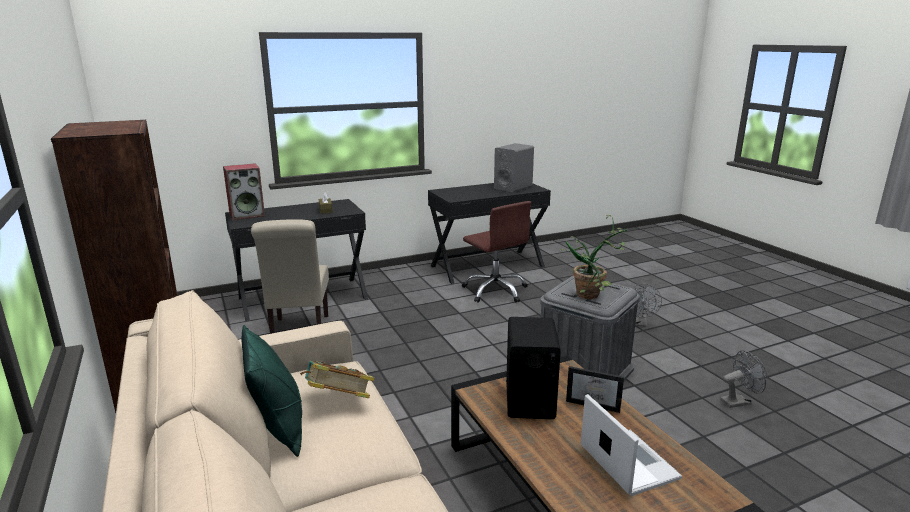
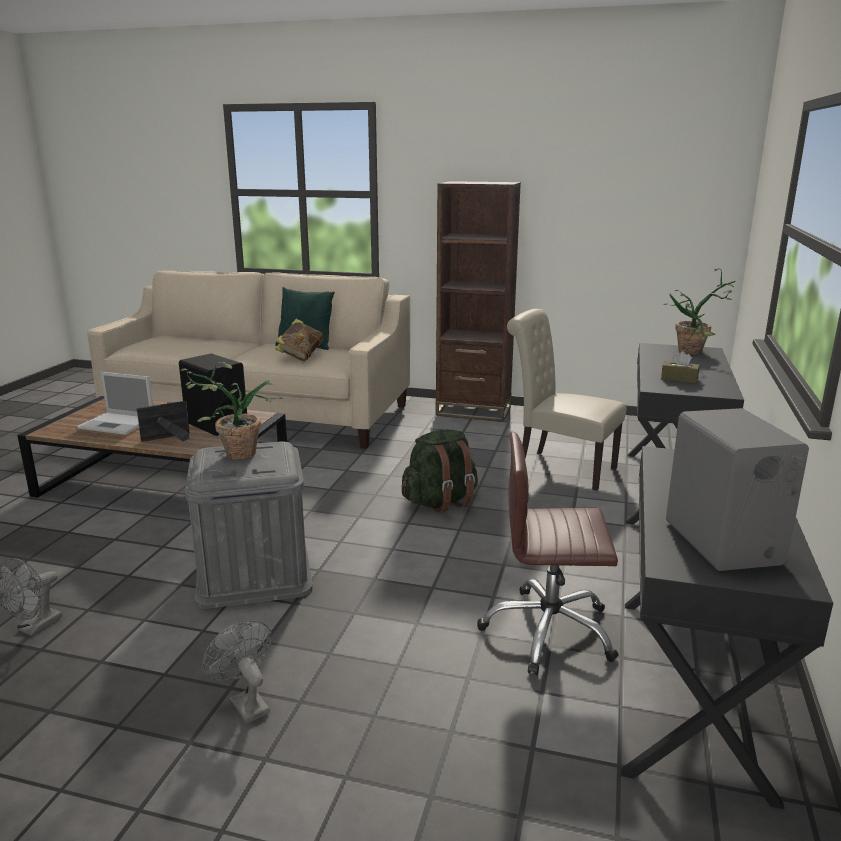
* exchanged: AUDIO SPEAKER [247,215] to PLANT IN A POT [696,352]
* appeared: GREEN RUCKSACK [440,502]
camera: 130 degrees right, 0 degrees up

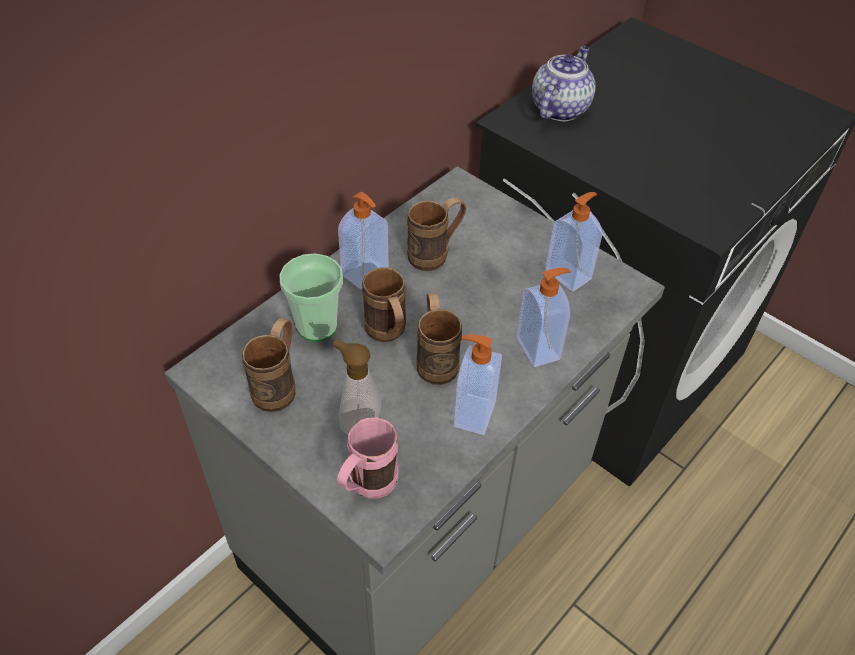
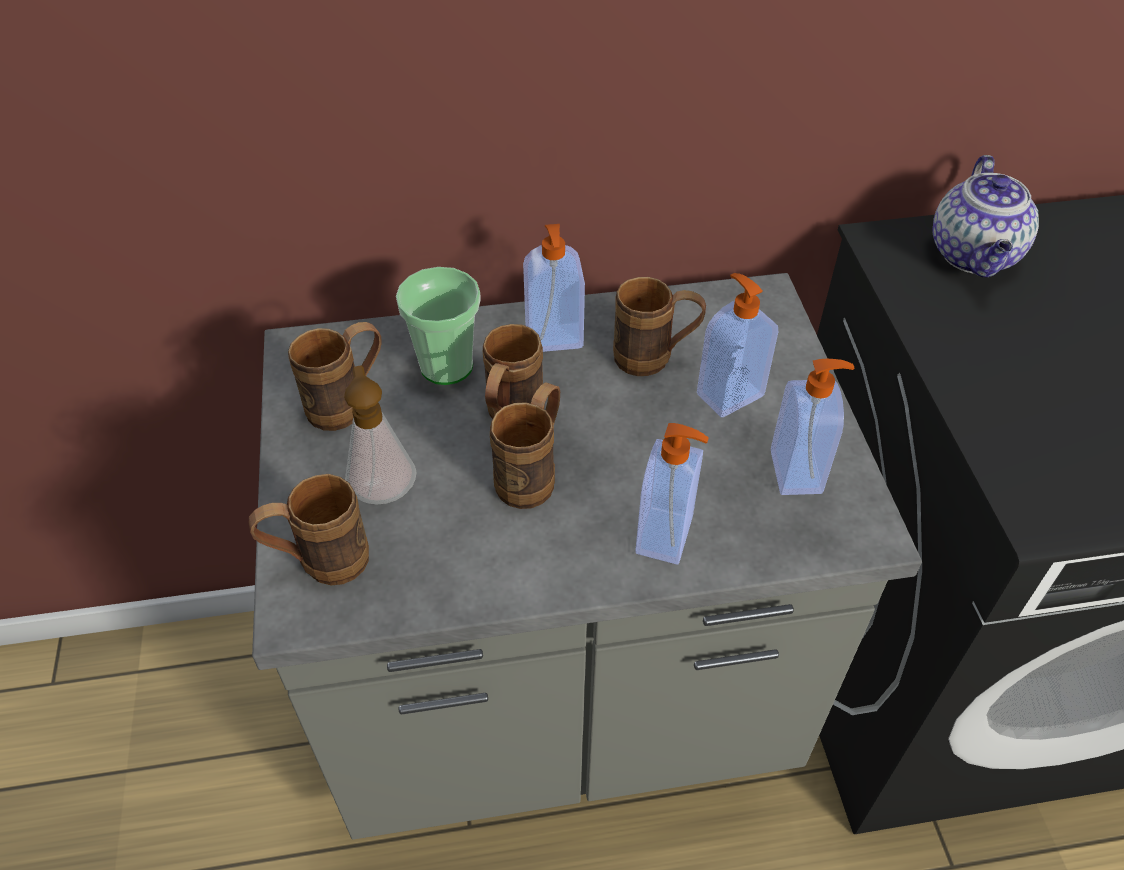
* spun: TEA POT [559,108] = [974,256] 120 degrees clockwise
* relocated: LIQUID SOAP BOTTLE [473,413] to [728,394]
* colour: PINKISH MUG [366,487] to BROWN MUG [320,563]
camera: 40 degrees right, 0 degrees up

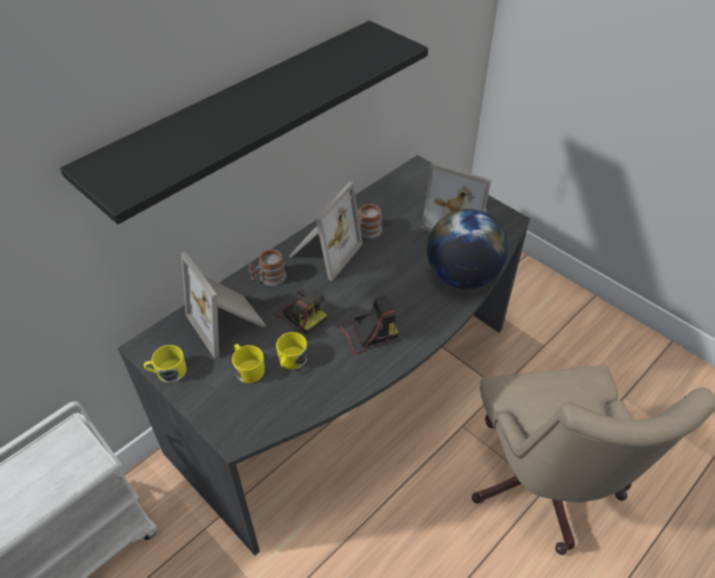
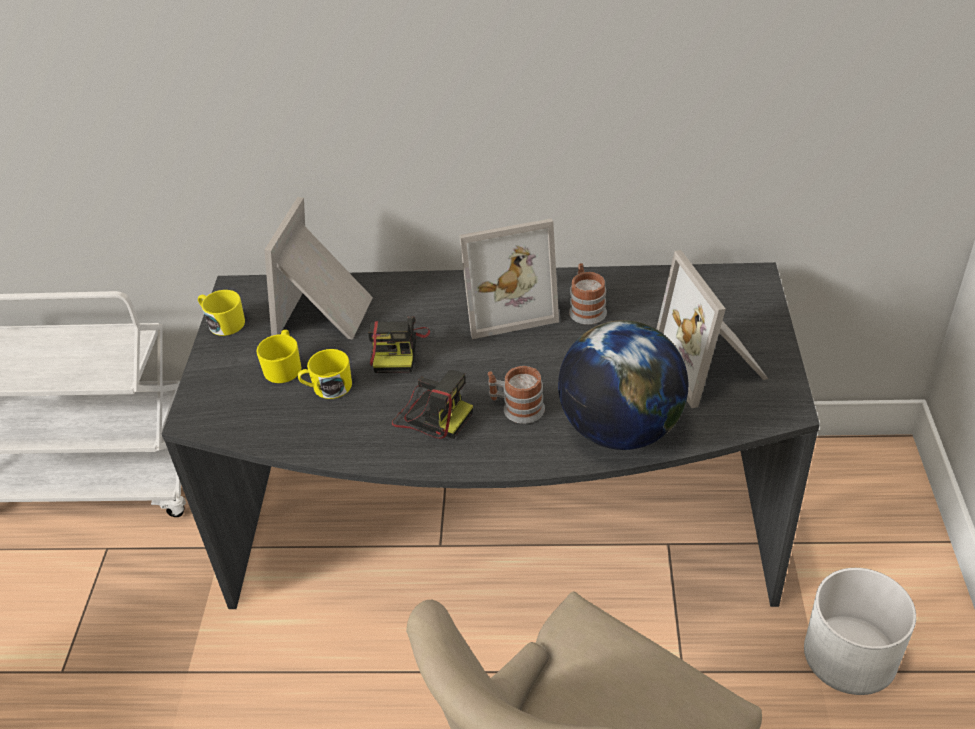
* missing: BLACK-COLOURED BRACKET SHELF [240,115]
* relocated: MUG [268,278] to [517,408]
* appeared: WHITE-COLOURED FLOWER POT [851,655]
camera: 50 degrees right, 5 degrees down

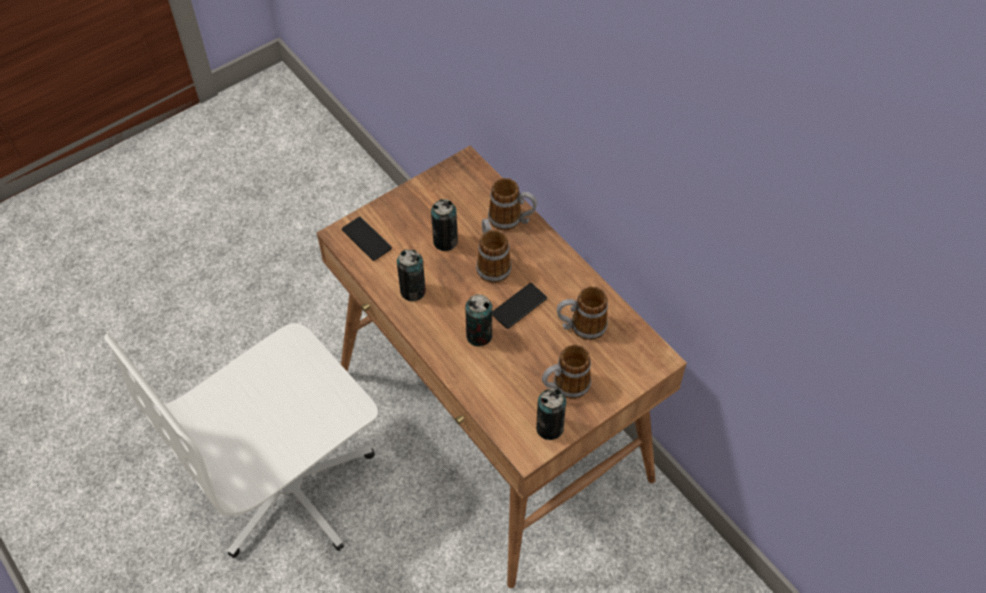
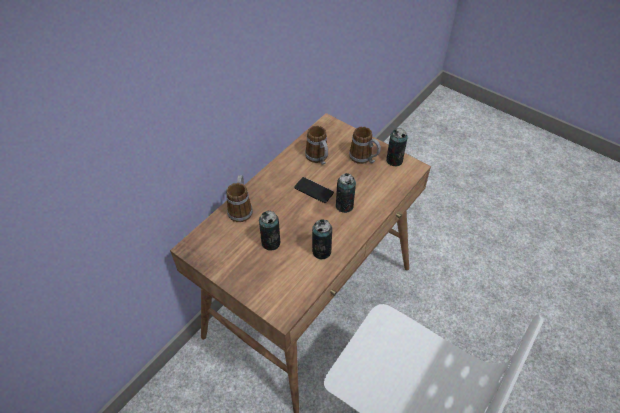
* missing: HANDSET [366,239]
* missing: MUG [491,263]
camera: 105 degrees left, 5 degrees down

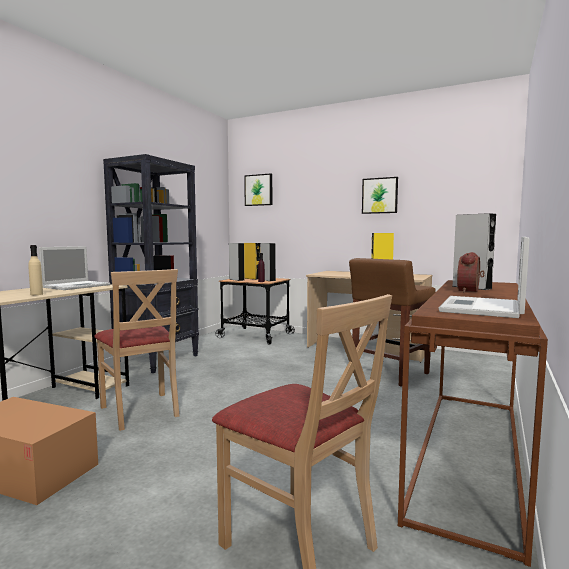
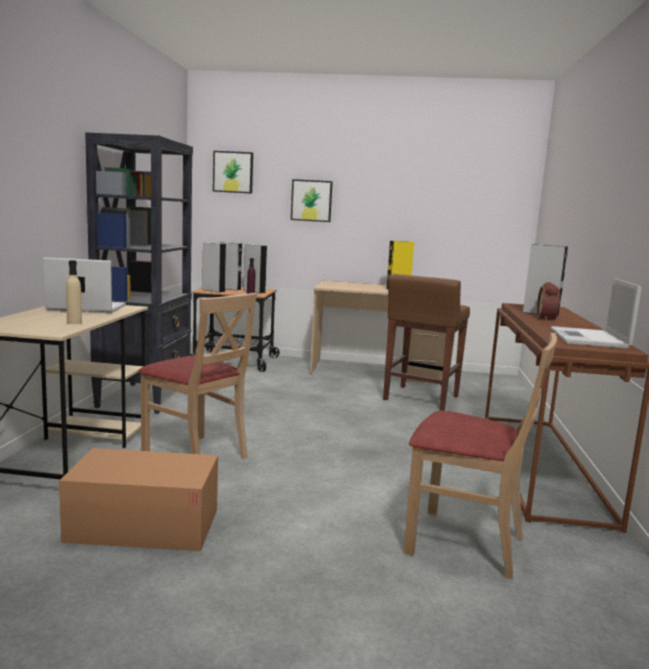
* relocated: WALL PICTURE [380,195] to [311,200]
* colour: YELLOW-COLOURED AUDIO SPEAKER [252,278] to GREYISH AUDIO SPEAKER [229,289]
* spun: LAPTOP [77,286] = [85,308] 105 degrees counterclockwise
camera: 20 degrees left, 5 degrees up

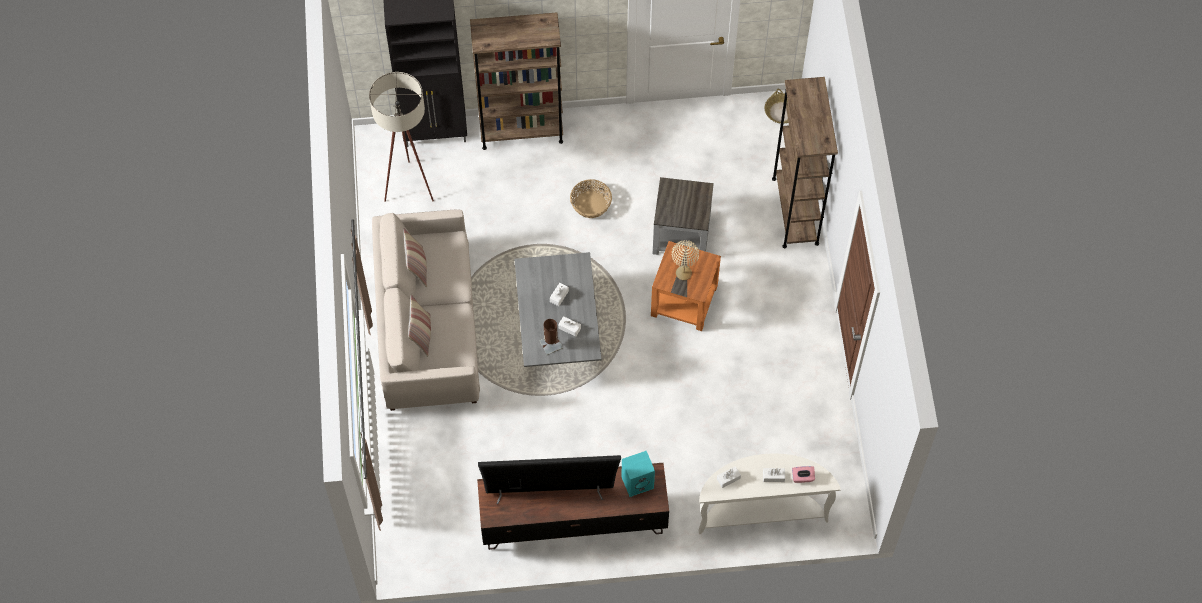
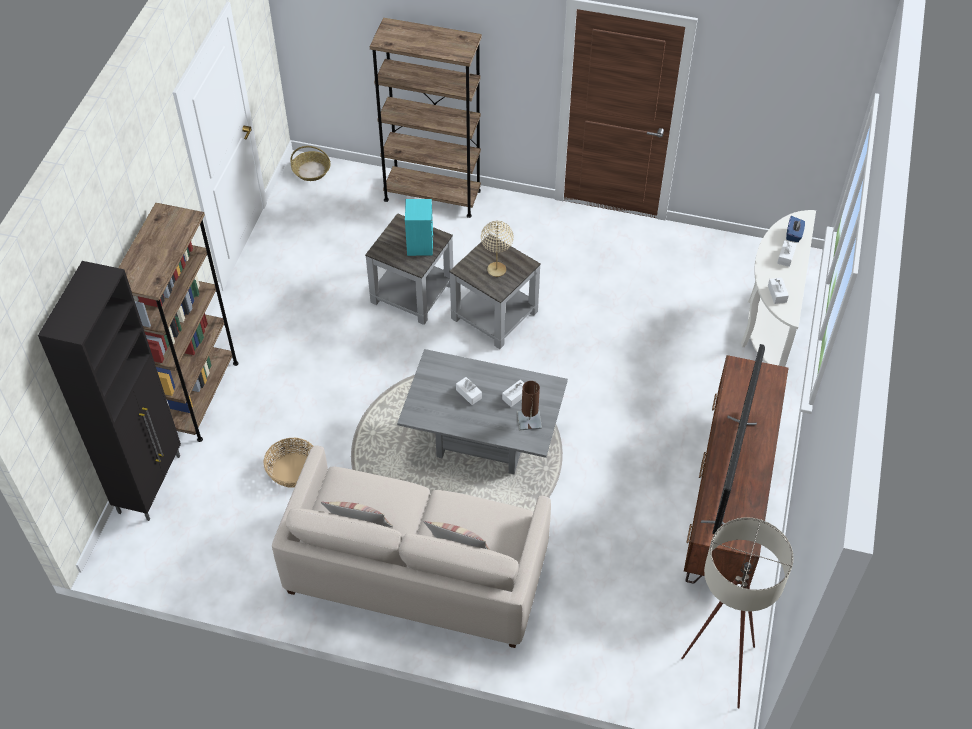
* relocated: SAND-COLOURED FLOOR LAMP [409,182] to [715,667]
* relocated: STORAGE BASKET [591,204] to [292,470]
* colour: ORANGE-COLOURED END TABLE [684,301] to GREYISH END TABLE [495,314]
* relocated: TURQUOISE-COLOURED AUDIO SPEAKER [638,481] to [419,244]
* colour: PINKISH TISSUE HOLDER [802,477] to BLUISH TISSUE HOLDER [794,234]
camera: 70 degrees left, 10 degrees down

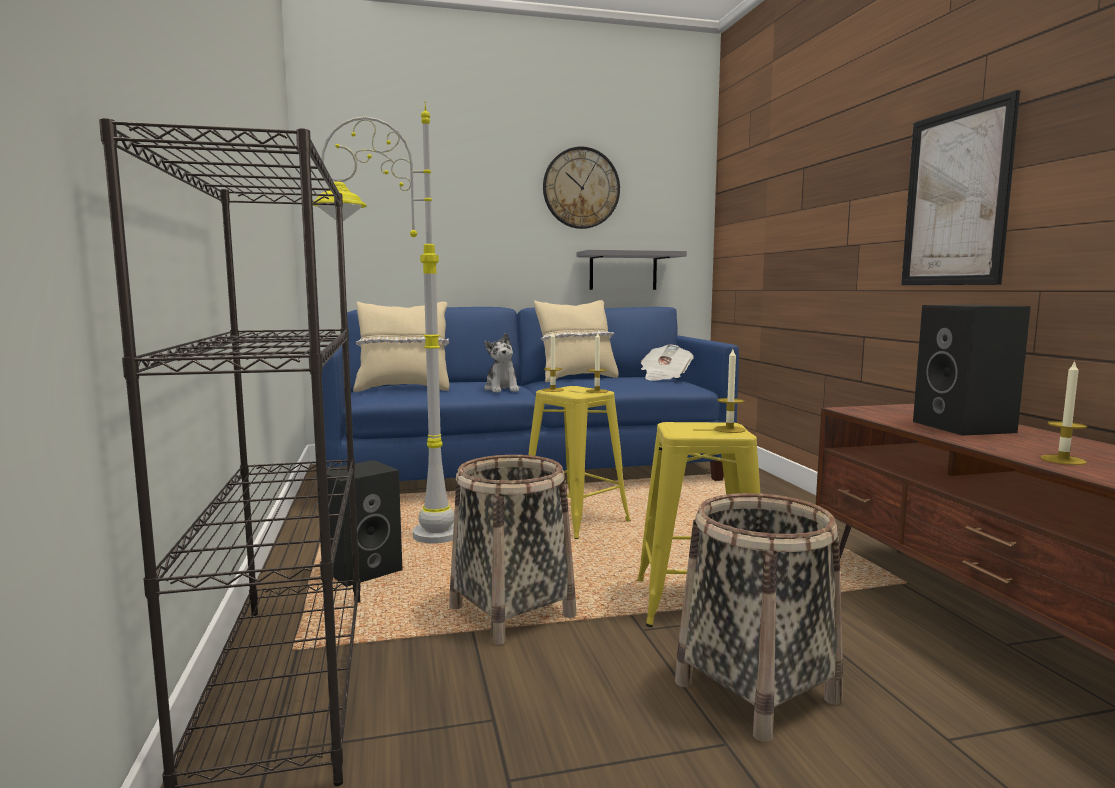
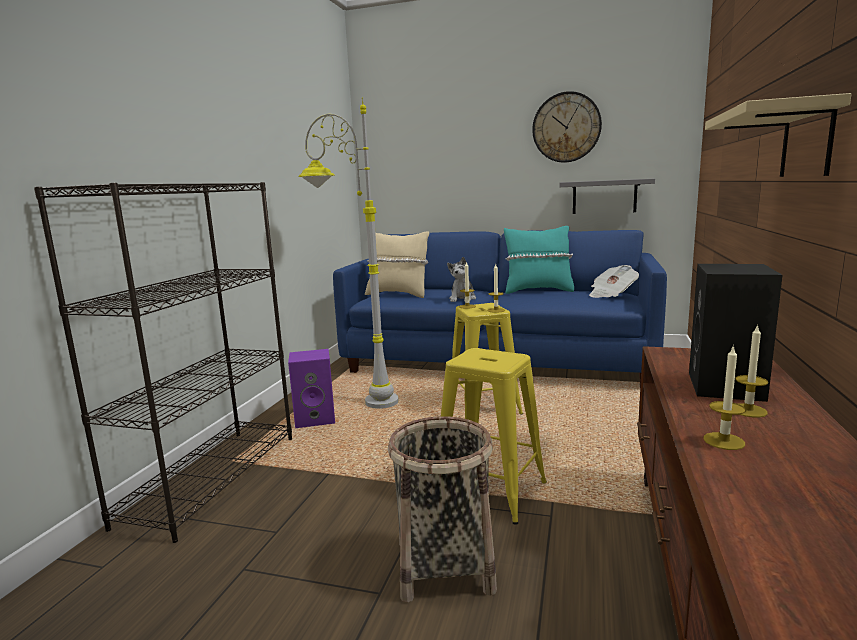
* exchanged: WALL PICTURE [956,198] to SAND-COLOURED BRACKET SHELF [806,141]
* colour: SAND-COLOURED CUSHION [576,378] to TURQUOISE-COLOURED CUSHION [538,291]
* relocated: WAX CANDLE [729,429] to [748,410]
* missing: STORAGE BASKET [512,612]
* colour: BLACK-COLOURED AUDIO SPEAKER [364,571] to PURPLISH AUDIO SPEAKER [316,419]
camera: 30 degrees right, 5 degrees up

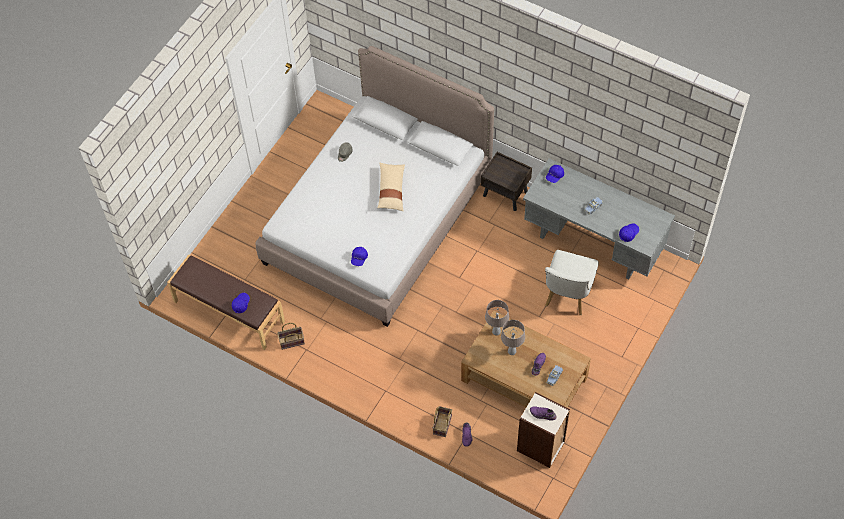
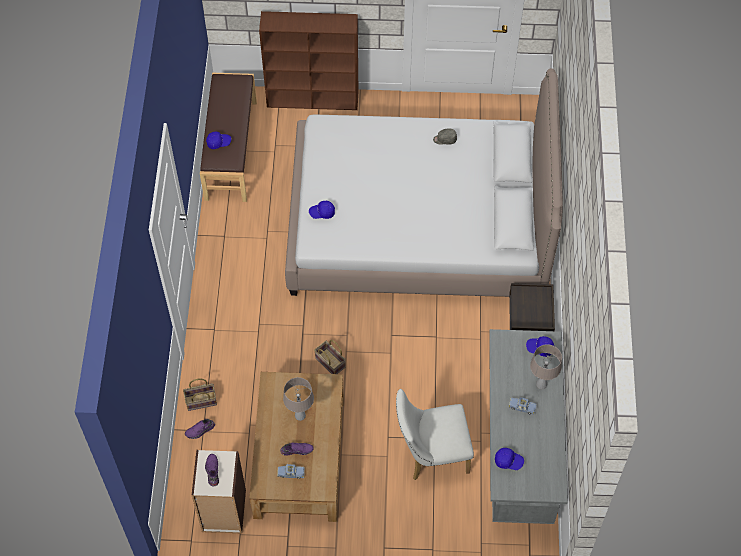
* missing: SAND-COLOURED CUSHION [391,190]
* relocated: SAND-COLOURED LAMP FOR A TABLE [496,331] to [541,384]
* relocated: STORAGE BASKET [291,342] to [329,362]
* appeared: BROWN SHELVING UNIT [313,99]
camera: 60 degrees right, 0 degrees up

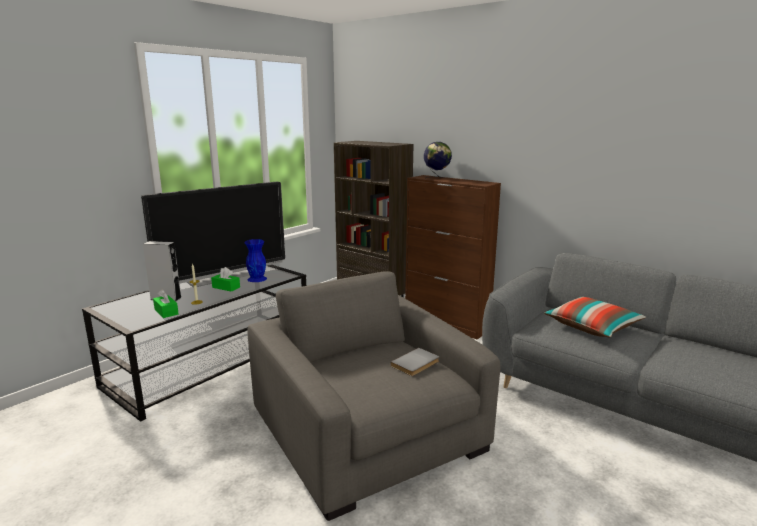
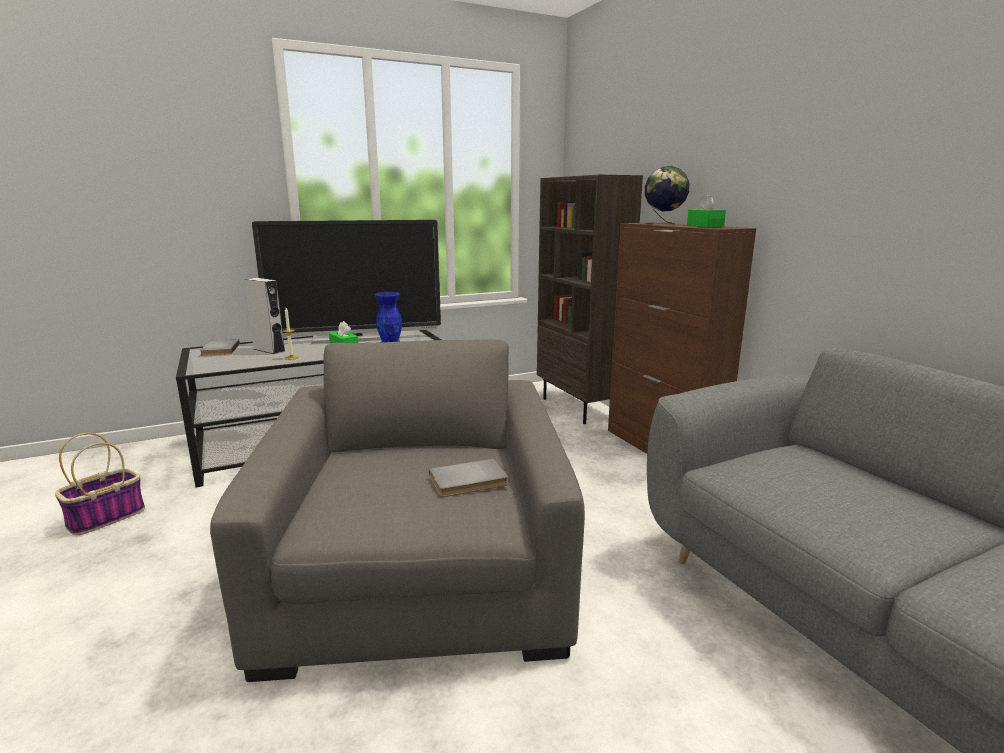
* relocated: GREEN TISSUE HOLDER [166,312] to [705,226]
* missing: CUSHION [592,327]
* appeared: GREYISH BOOK [218,349]
* appeared: STORAGE BASKET [107,517]
camera: 25 degrees right, 0 degrees up

